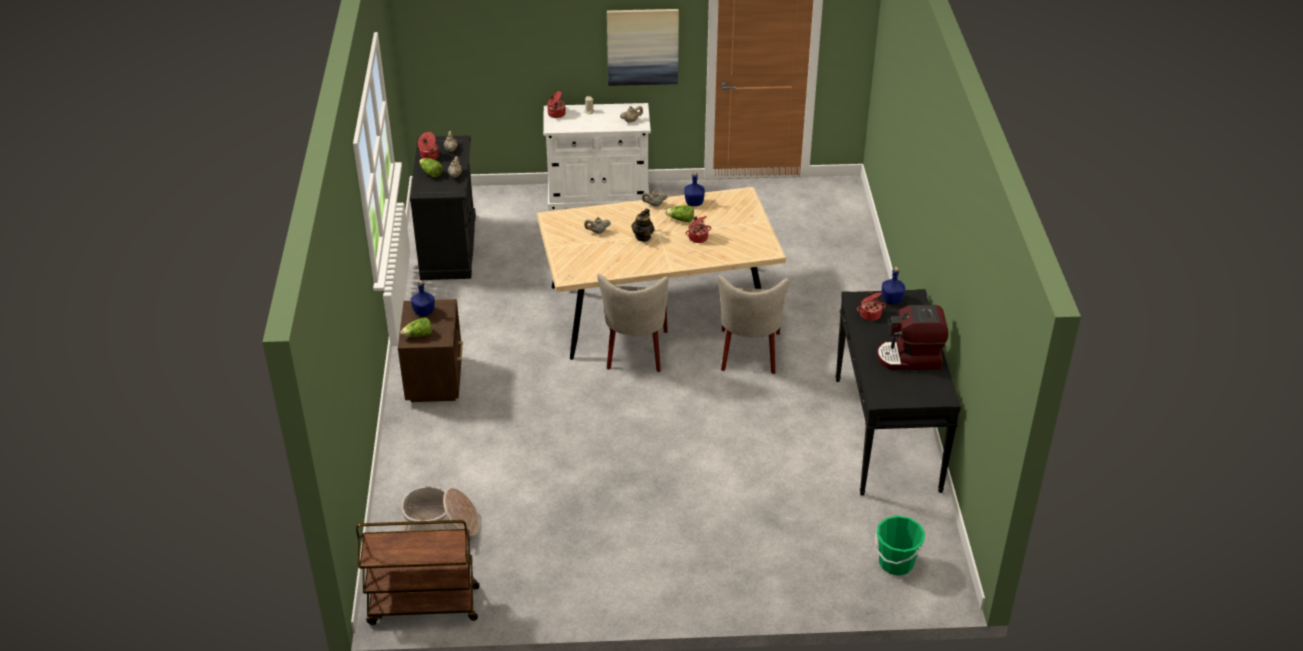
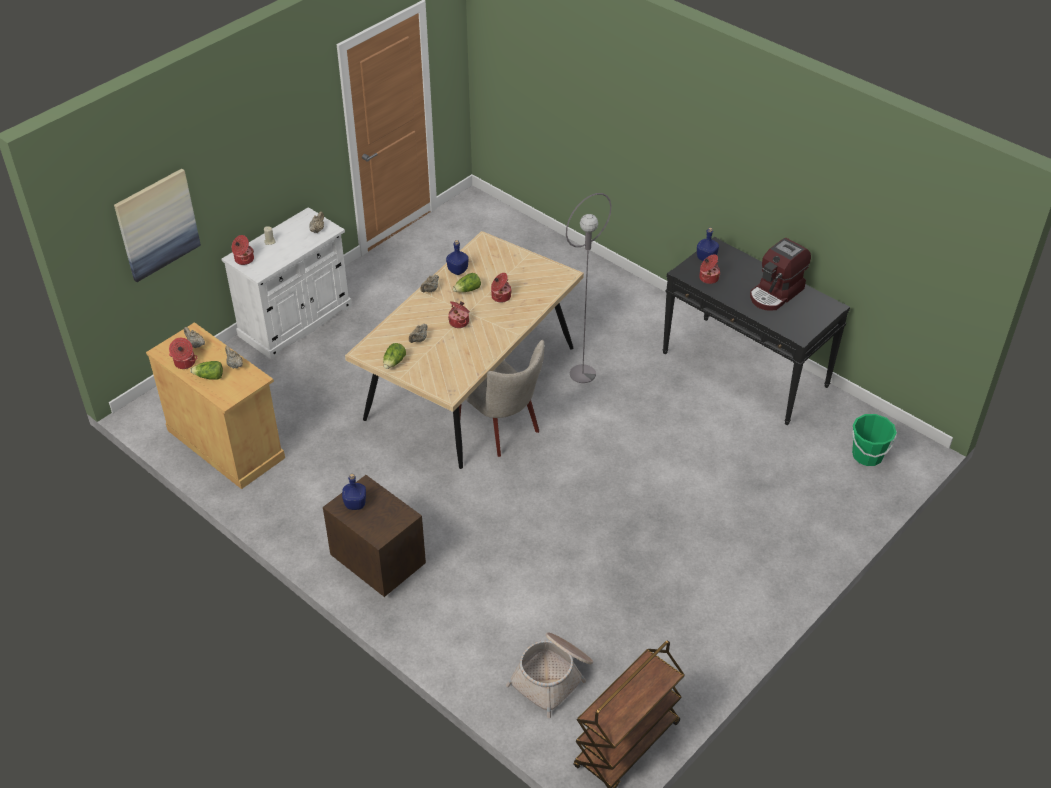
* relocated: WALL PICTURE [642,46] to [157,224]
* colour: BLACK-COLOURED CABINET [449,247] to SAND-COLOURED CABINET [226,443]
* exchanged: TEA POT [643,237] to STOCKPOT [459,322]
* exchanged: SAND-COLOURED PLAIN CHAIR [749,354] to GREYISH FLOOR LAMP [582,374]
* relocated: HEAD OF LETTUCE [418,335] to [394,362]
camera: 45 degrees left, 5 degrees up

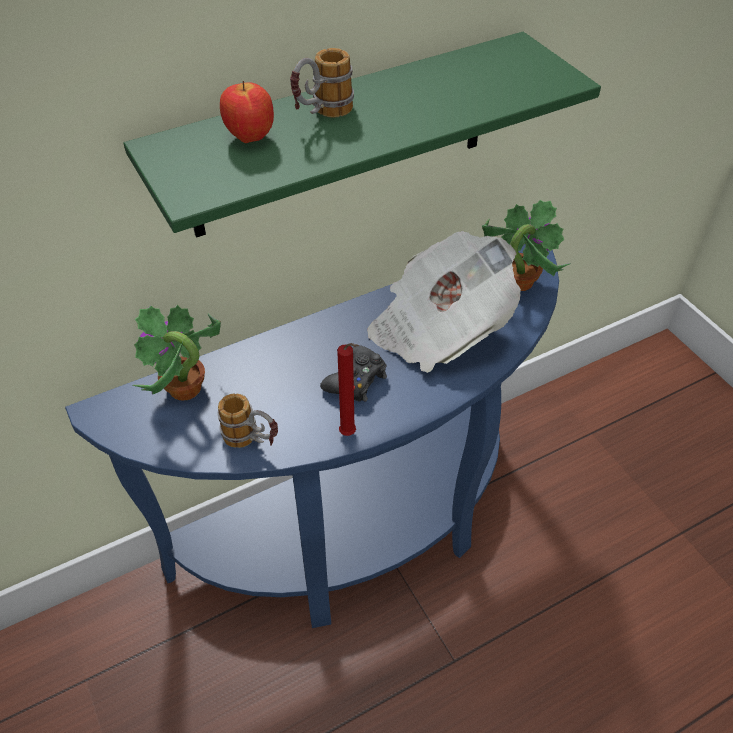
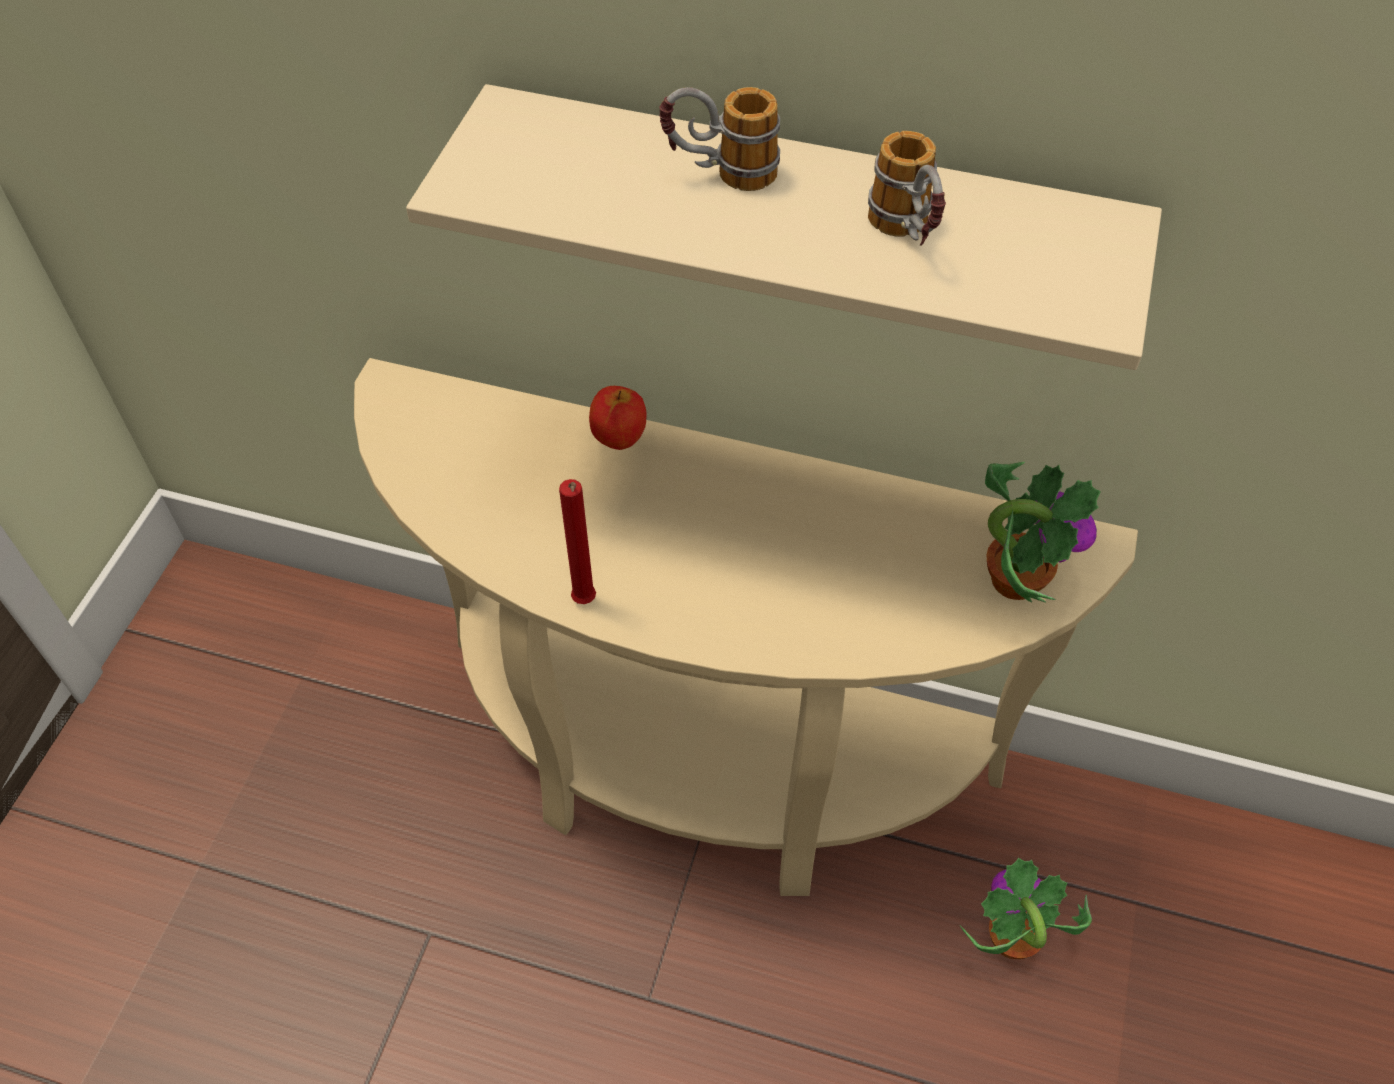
* colour: GREEN BRACKET SHELF [342,137] to SAND-COLOURED BRACKET SHELF [802,220]
* relocated: WHOLE APPLE [249,138] to [618,439]
* missing: PRINTED PAPER [438,327]
* colour: BLUISH CONSOLE TABLE [360,532] to SAND-COLOURED CONSOLE TABLE [701,766]
* relocated: PLANT IN A POT [184,389] to [1010,941]
* missing: BLACK-COLOURED GAME CONTROLLER [356,380]
* relocated: MUG [252,441] to [907,236]
camera: 45 degrees right, 5 degrees up

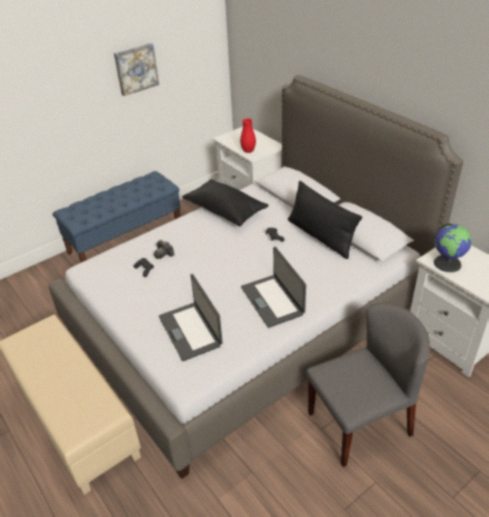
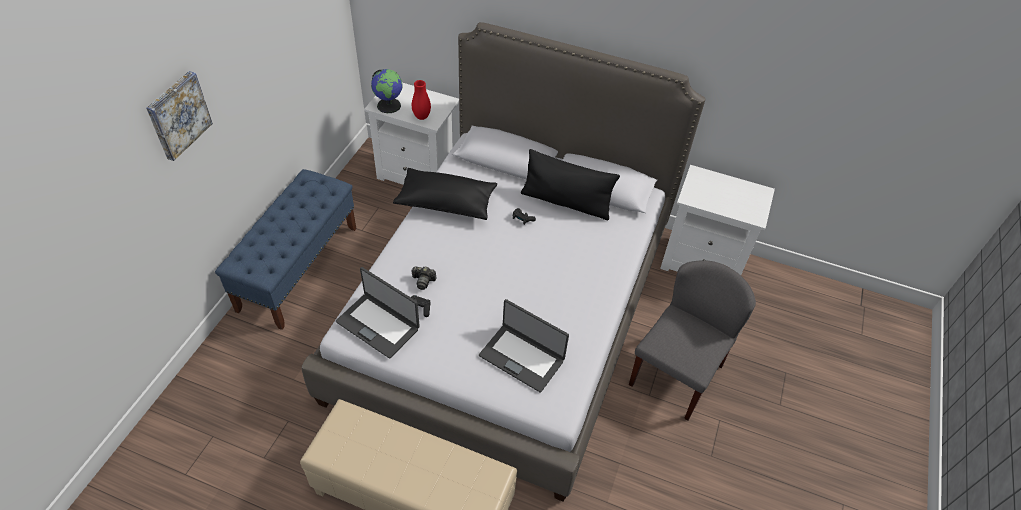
* relocated: WALL PICTURE [136,68] to [178,115]
* relocated: DESK GLOBE [447,263] to [389,105]
* relocated: LAPTOP [273,300] to [378,324]
camera: 35 degrees left, 10 degrees up

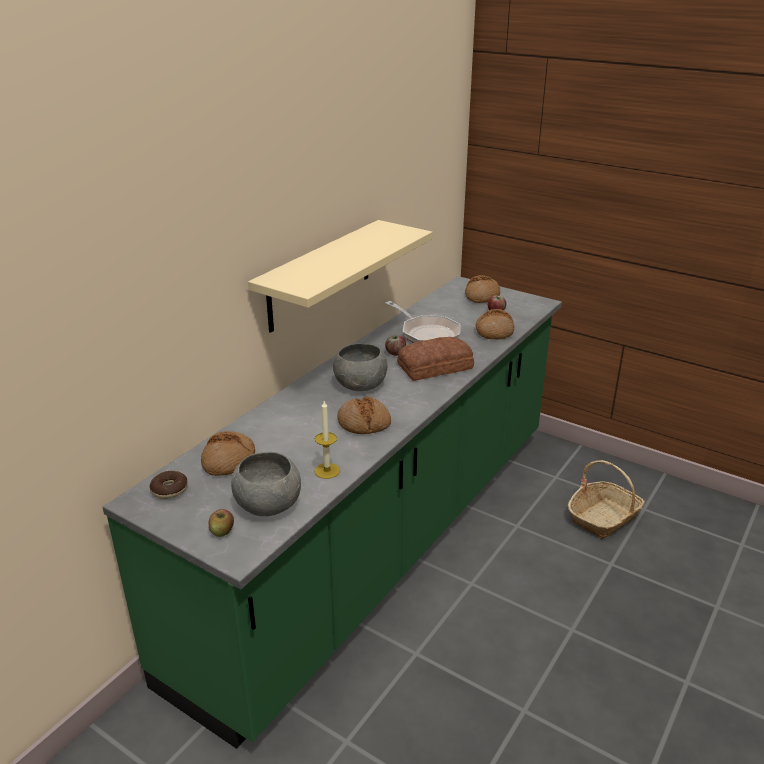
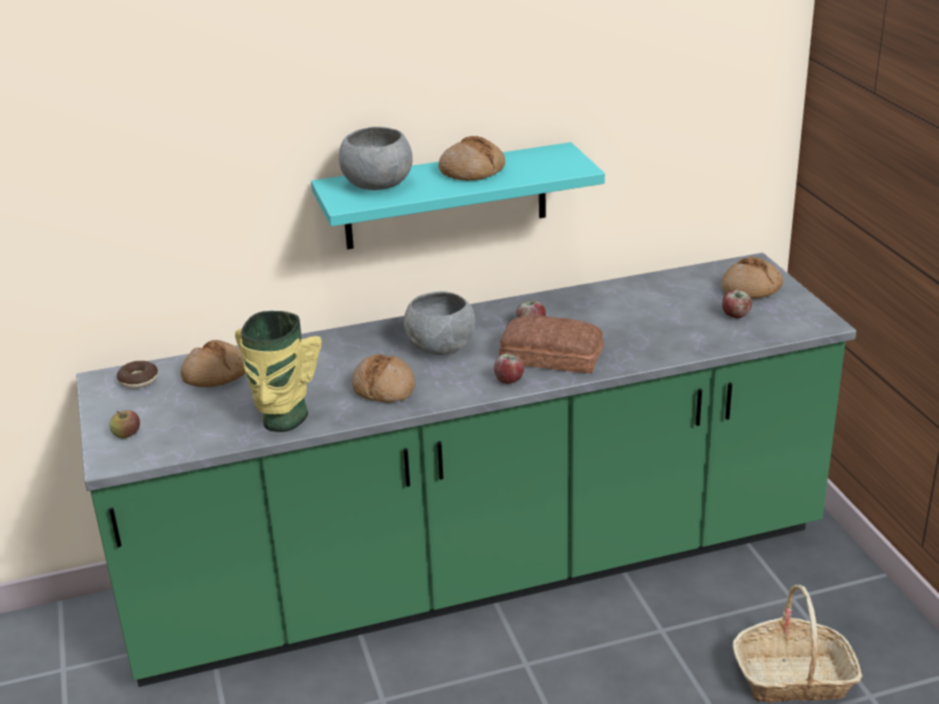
* colour: SAND-COLOURED BRACKET SHELF [320,275] to TURQUOISE-COLOURED BRACKET SHELF [446,196]
* missing: SKILLET [427,334]
* relocated: BREAD [494,331] to [472,171]
* exchanged: WAX CANDLE [327,471] to VASE [282,420]
* relocated: GREYISH DEEP DISH [268,504] to [377,184]
* appeared: WHOLE APPLE [509,380]
camera: 40 degrees right, 0 degrees up

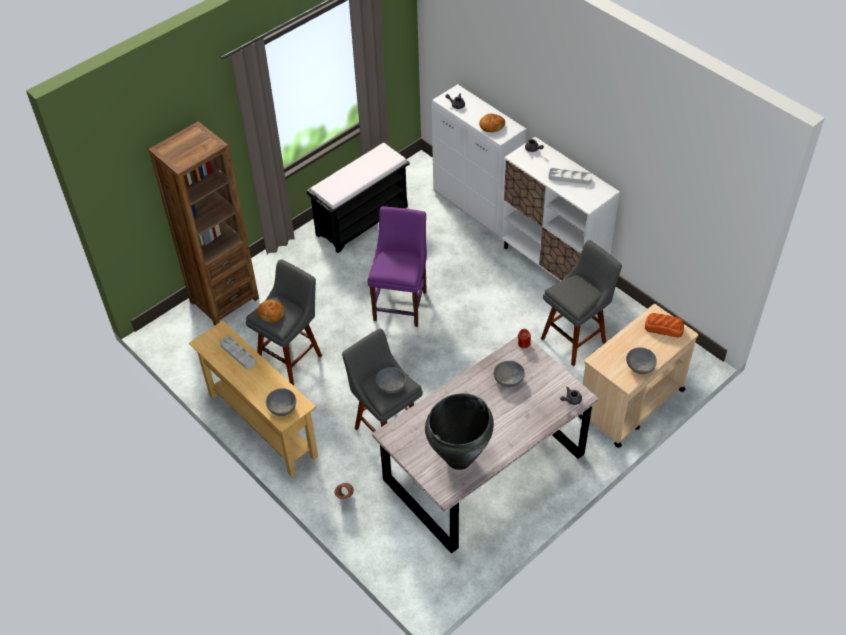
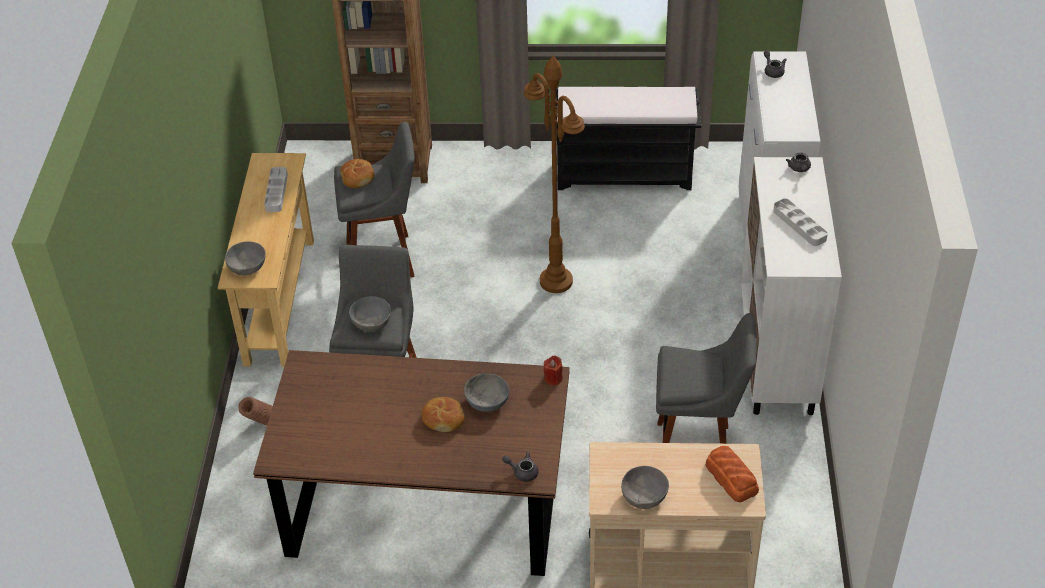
* relocated: BREAD [491,126] to [443,418]
* exchanged: PURPLISH PLAIN CHAIR [401,303] to BROWN FLOOR LAMP [556,281]
* colour: GREYISH DINING TABLE [485,467] to BROWN DINING TABLE [425,504]
* missing: BLACK-COLOURED VASE [459,459]
camera: 45 degrees right, 5 degrees down

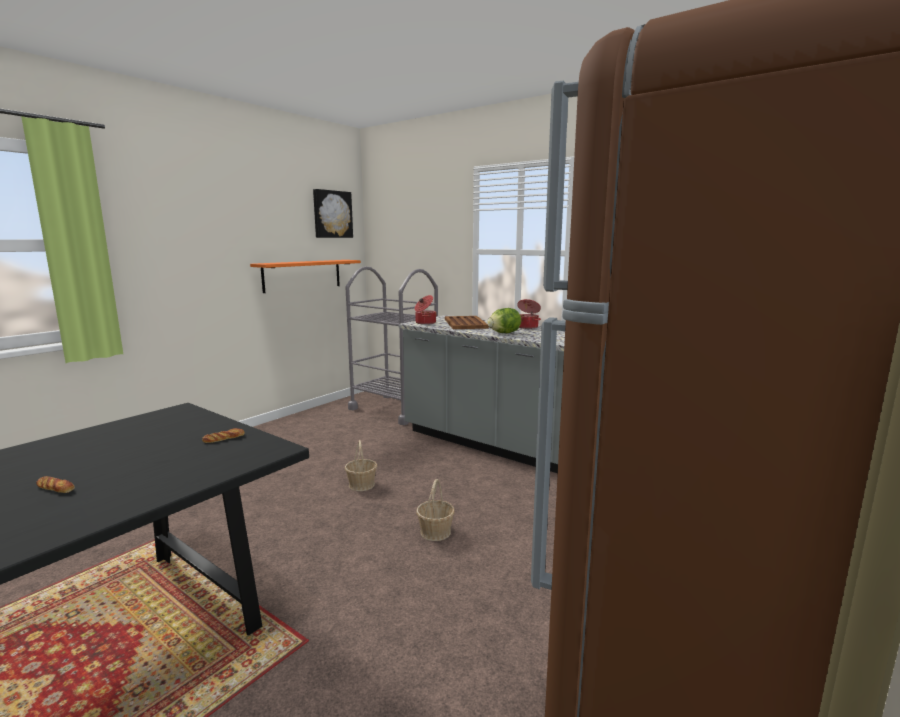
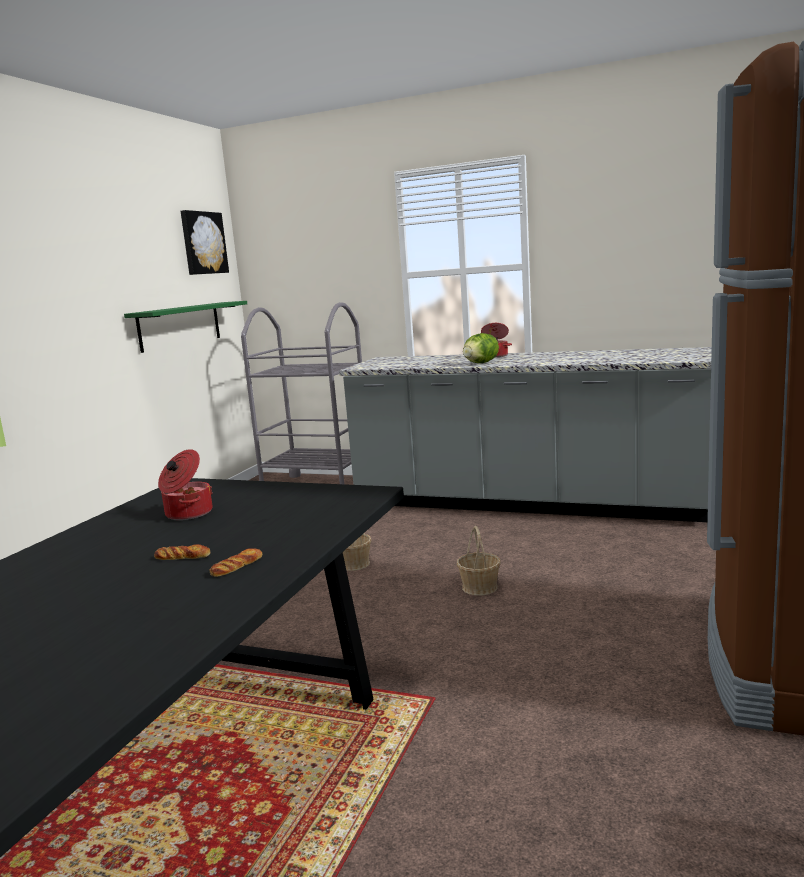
* colour: ORANGE-COLOURED BRACKET SHELF [302,275] to GREEN BRACKET SHELF [180,326]
* relocated: STOCKPOT [425,323] to [187,513]
* missing: BROWN SERVING TRAY [465,323]
* relocated: BREAD [224,438] to [237,567]
camera: 15 degrees left, 0 degrees up

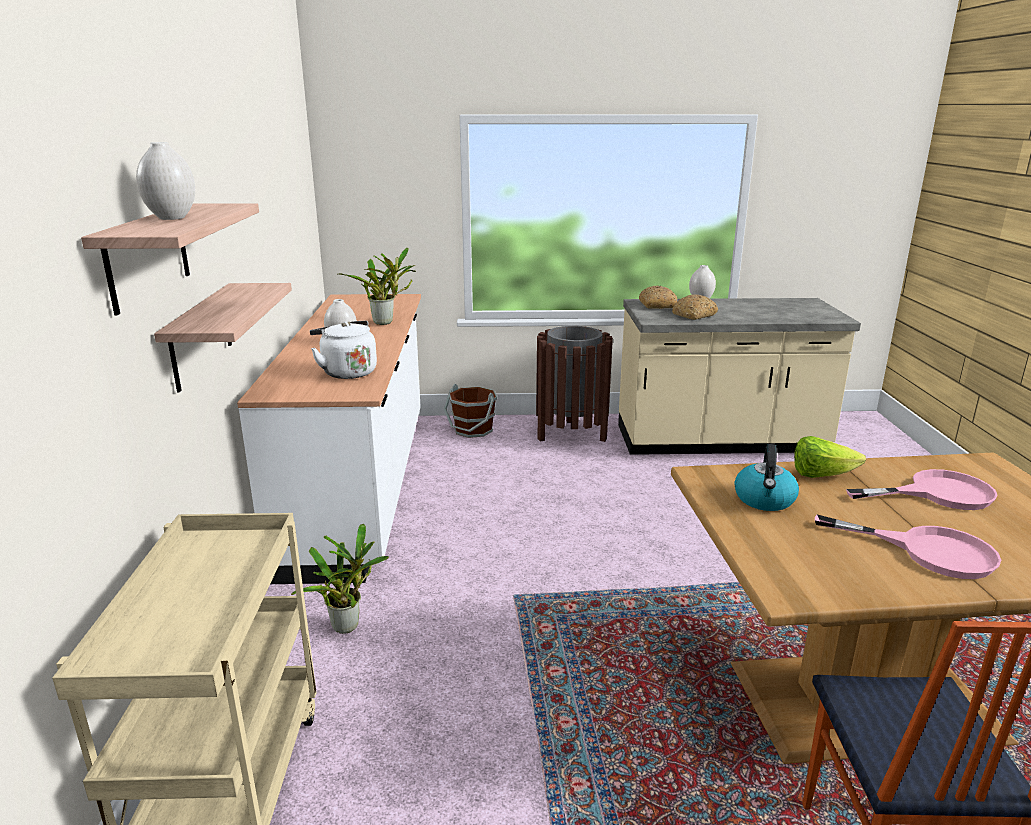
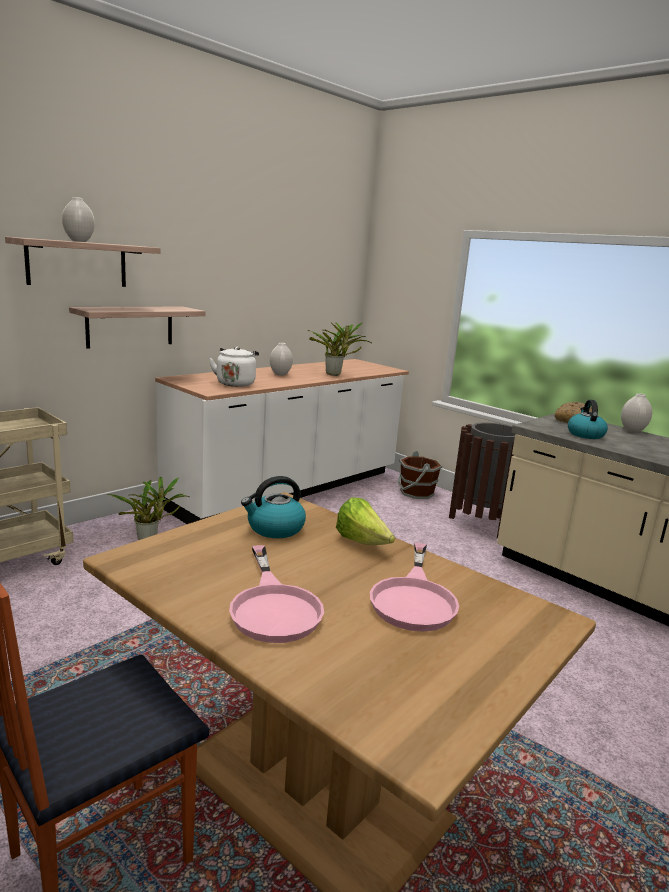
* exchanged: BREAD [694,315] to TEA KETTLE [585,434]
* spun: PINKISH SKILLET [937,494] = [414,598] 60 degrees clockwise
camera: 45 degrees right, 5 degrees down

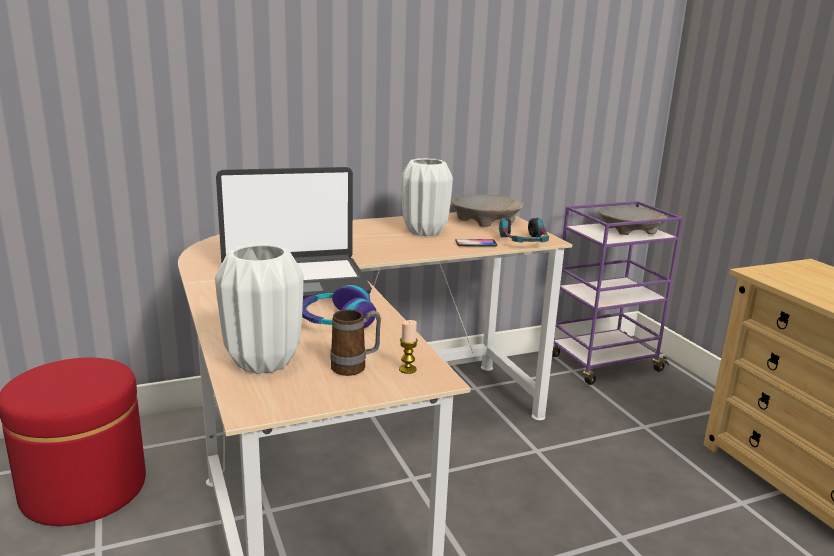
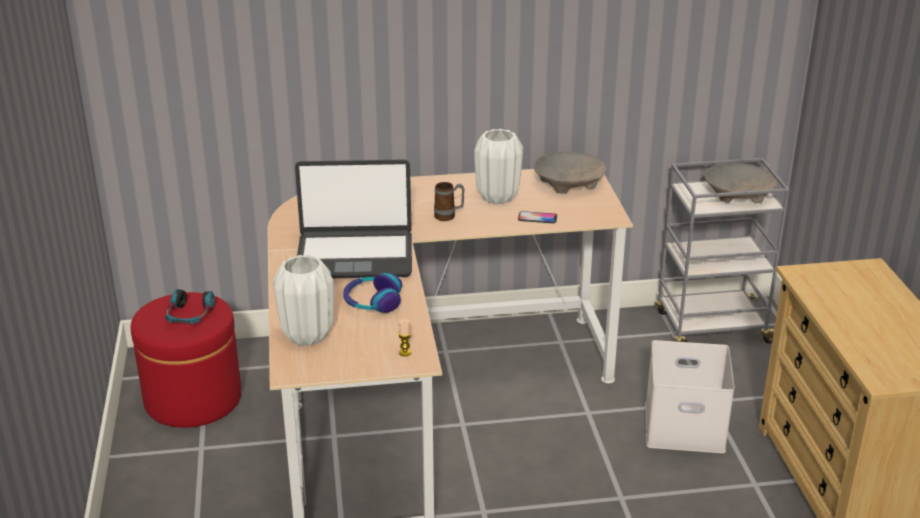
* colour: PURPLISH TROLLEY [603,364] to GREYISH TROLLEY [711,328]
* relocated: PAIR OF HEADPHONES [523,241] to [190,315]
* relocated: MUG [355,367] to [449,216]
* appeared: WHITE-COLOURED STORAGE CONTAINER [682,427]
camera: 15 degrees right, 10 degrees up

